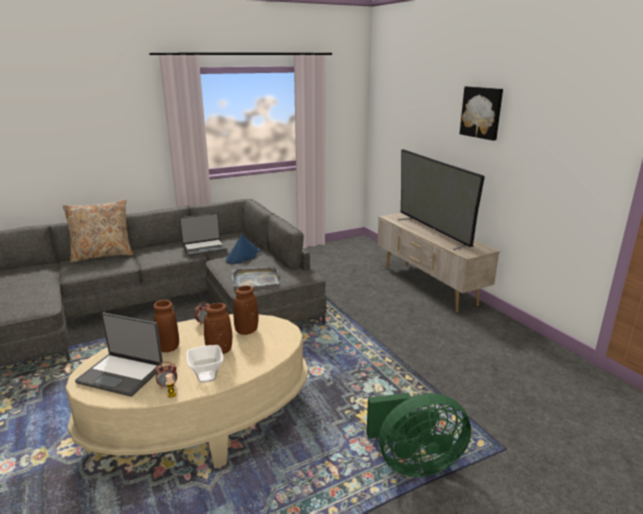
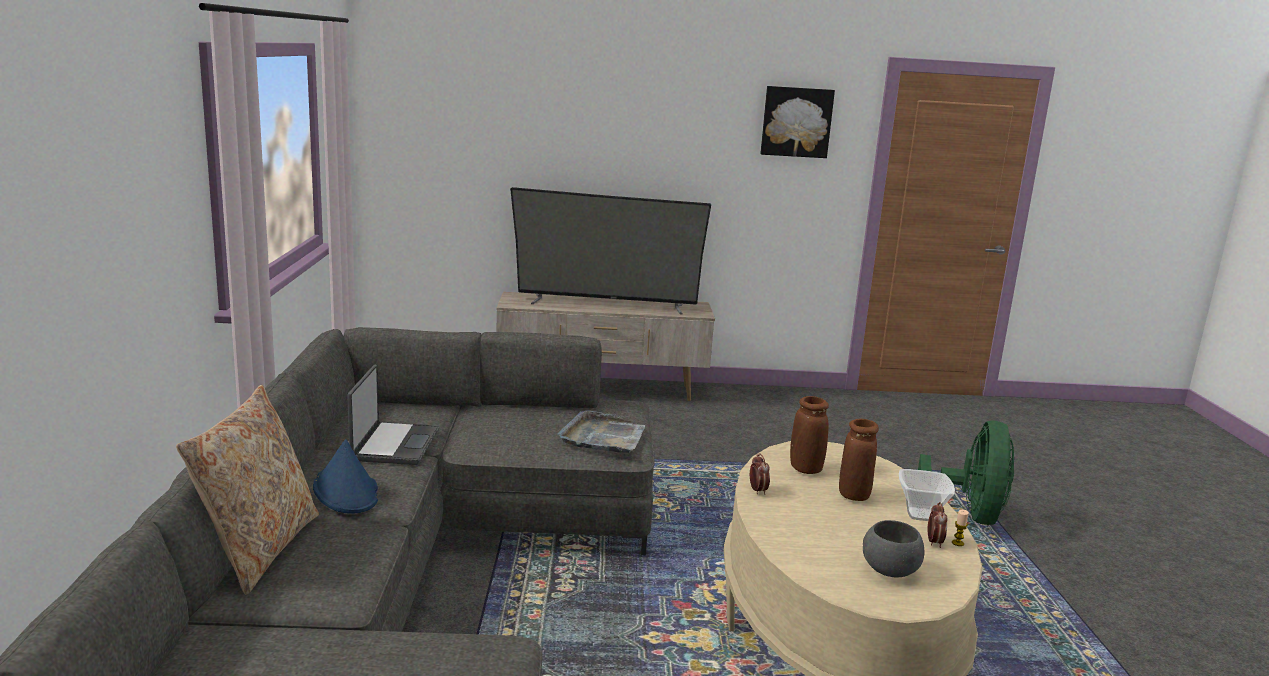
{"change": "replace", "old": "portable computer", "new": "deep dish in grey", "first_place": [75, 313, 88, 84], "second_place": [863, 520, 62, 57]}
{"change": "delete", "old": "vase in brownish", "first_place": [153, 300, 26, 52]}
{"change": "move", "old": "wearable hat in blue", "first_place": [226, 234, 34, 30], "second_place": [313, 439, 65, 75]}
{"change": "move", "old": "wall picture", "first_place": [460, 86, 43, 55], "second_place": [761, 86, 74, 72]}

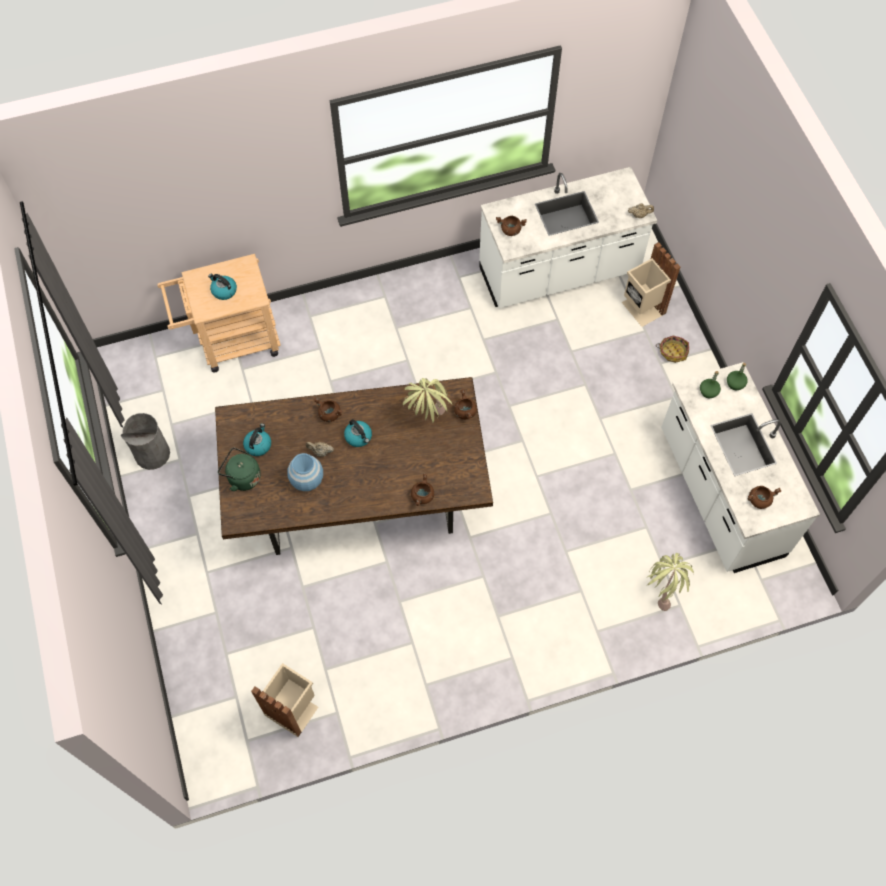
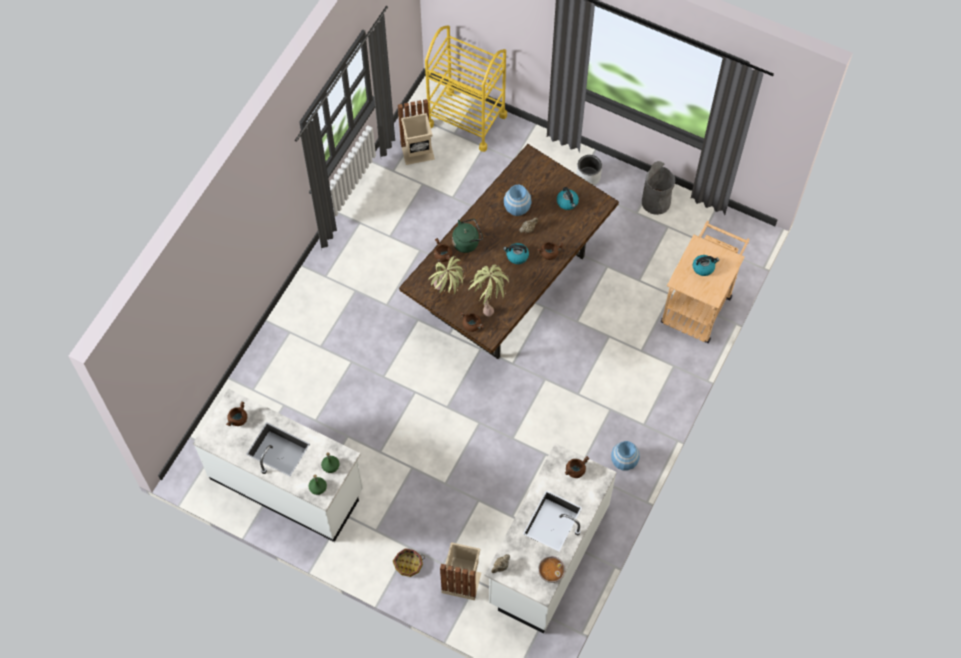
{"change": "move", "old": "tea kettle in green-coloured", "first_place": [218, 448, 43, 43], "second_place": [452, 219, 31, 34]}
{"change": "move", "old": "plant in a pot", "first_place": [646, 553, 48, 58], "second_place": [429, 256, 35, 38]}
{"change": "insert", "new": "wheeled cart in yellowish", "second_place": [425, 25, 82, 127]}
{"change": "insert", "new": "deep dish", "second_place": [538, 556, 28, 27]}
{"change": "insert", "new": "flower pot in grey", "second_place": [576, 155, 26, 30]}
{"change": "insert", "new": "vase in blue", "second_place": [611, 441, 29, 29]}

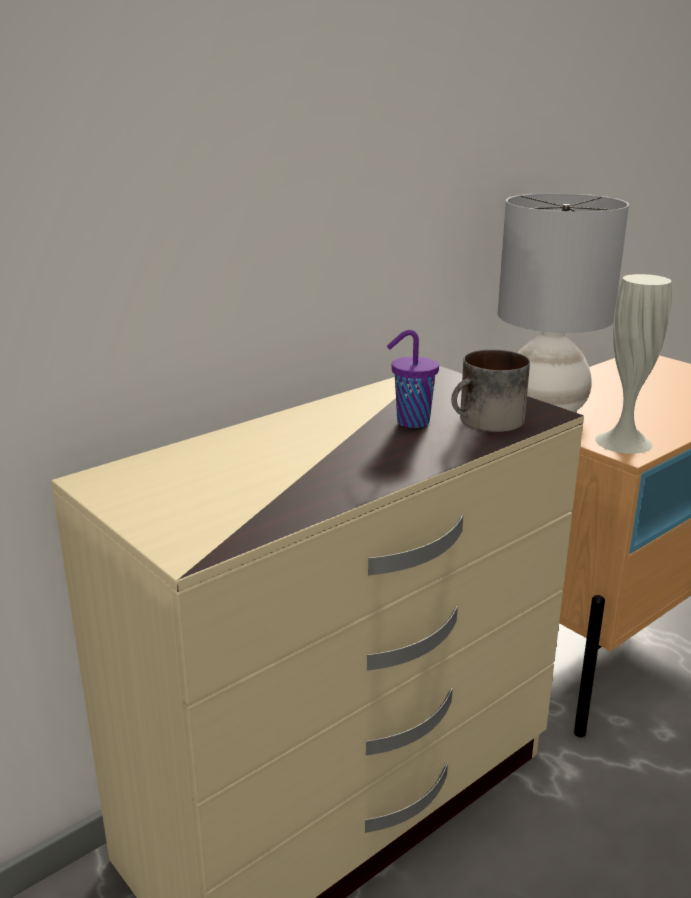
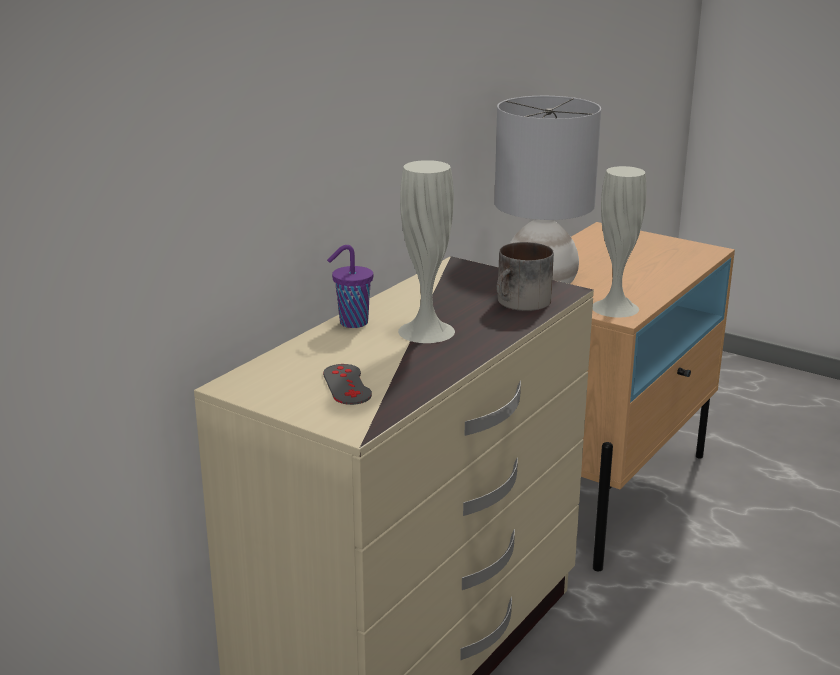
{"change": "move", "old": "cup in purplish", "first_place": [387, 330, 52, 98], "second_place": [327, 245, 46, 83]}
{"change": "insert", "new": "game controller in grey", "second_place": [323, 364, 49, 41]}
{"change": "insert", "new": "vase in white", "second_place": [398, 160, 57, 183]}

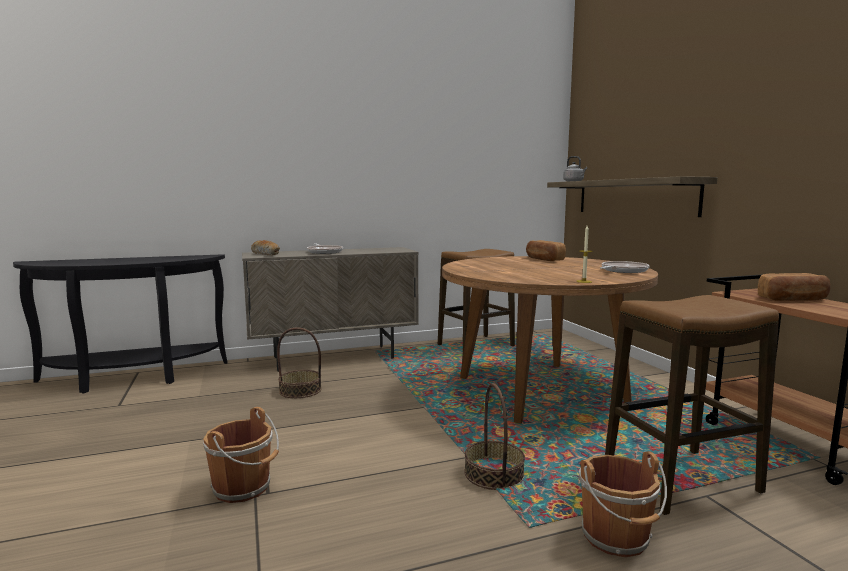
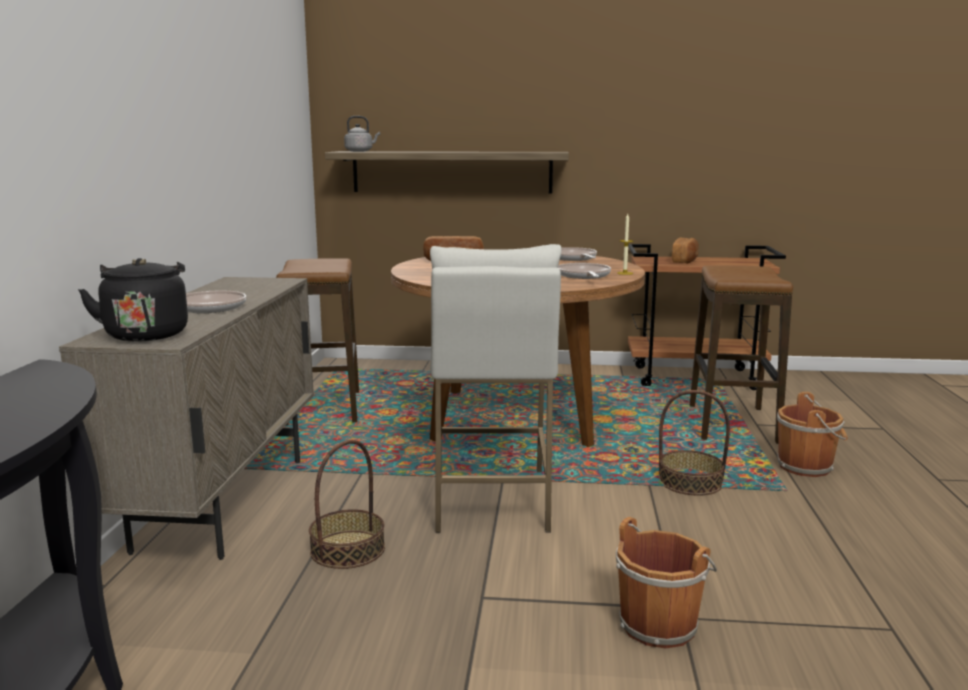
{"change": "replace", "old": "bakery bread", "new": "tea kettle in black-coloured", "first_place": [251, 240, 29, 15], "second_place": [78, 258, 110, 84]}
{"change": "insert", "new": "sitting stool in white", "second_place": [430, 244, 132, 289]}
{"change": "insert", "new": "frying pan", "second_place": [558, 263, 53, 16]}

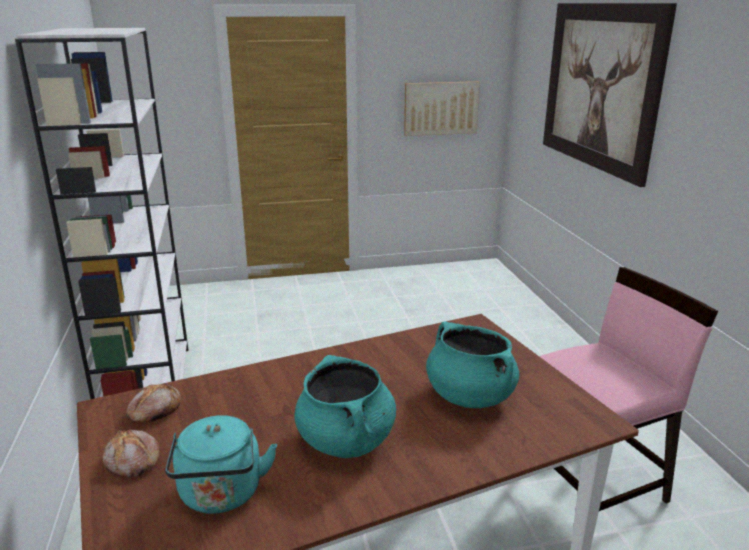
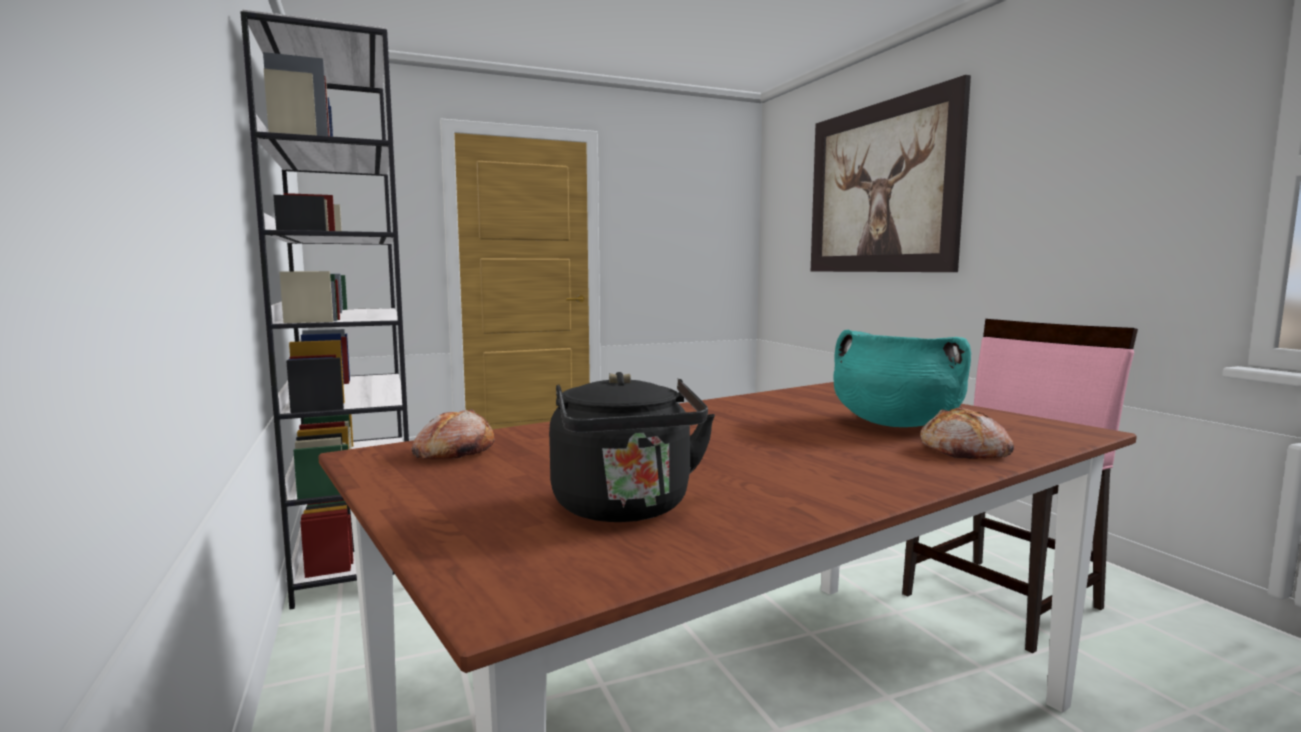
{"change": "move", "old": "bakery bread", "first_place": [102, 430, 58, 47], "second_place": [920, 407, 94, 52]}
{"change": "recolor", "old": "tea kettle in turquoise", "new": "tea kettle in black-coloured", "first_place": [165, 415, 112, 99], "second_place": [549, 372, 166, 150]}
{"change": "delete", "old": "saucepot in turquoise", "first_place": [294, 355, 102, 103]}
{"change": "delete", "old": "wall picture", "first_place": [404, 81, 76, 55]}

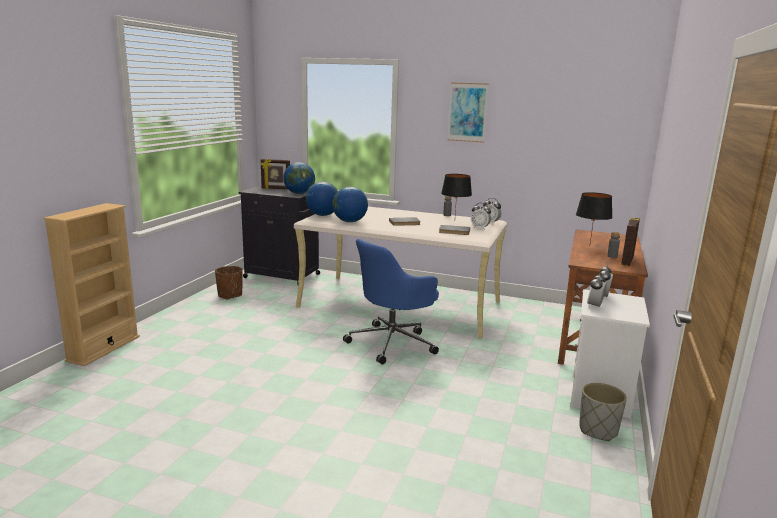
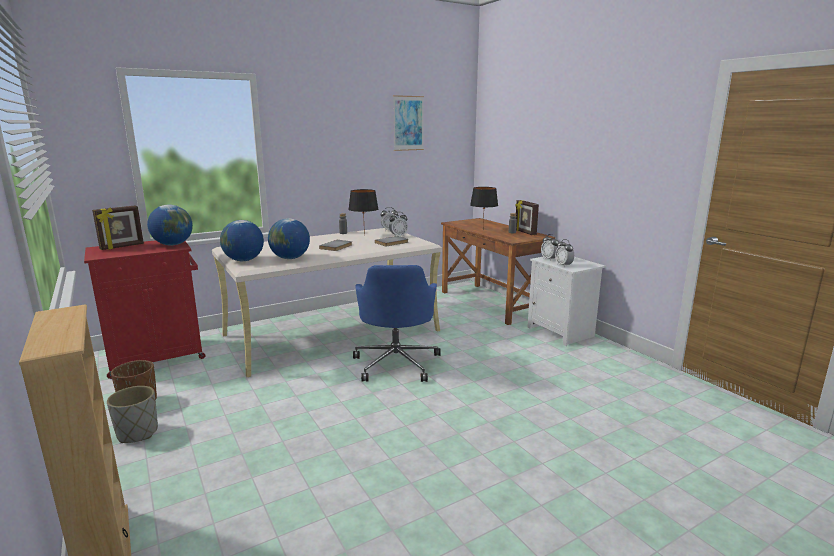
{"change": "recolor", "old": "storage cabinet in black-coloured", "new": "storage cabinet in red", "first_place": [239, 186, 81, 99], "second_place": [84, 240, 121, 139]}
{"change": "move", "old": "wall picture", "first_place": [448, 82, 40, 61], "second_place": [393, 95, 31, 56]}
{"change": "move", "old": "flower pot in grey", "first_place": [579, 383, 48, 58], "second_place": [107, 386, 51, 57]}

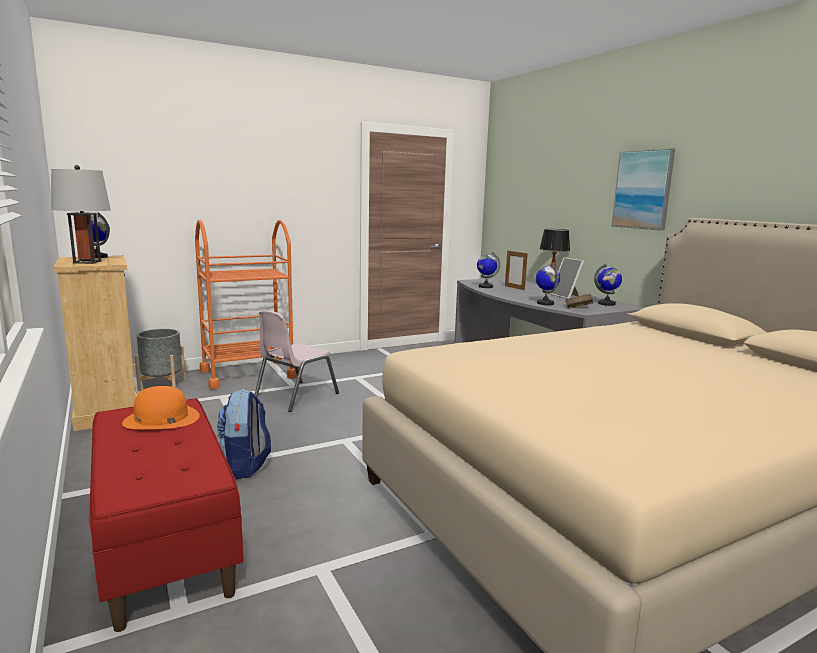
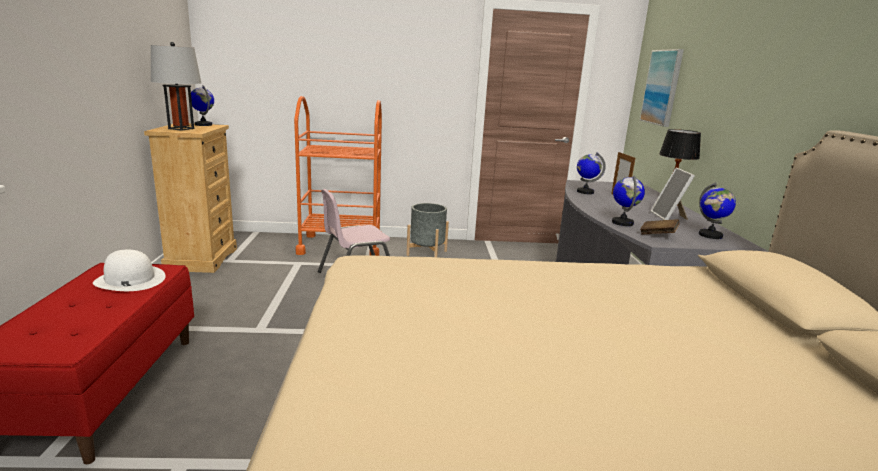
{"change": "recolor", "old": "wearable hat in orange-coloured", "new": "wearable hat in white", "first_place": [122, 386, 78, 43], "second_place": [93, 249, 73, 42]}
{"change": "move", "old": "flower pot in grey", "first_place": [135, 329, 51, 62], "second_place": [406, 203, 43, 54]}
{"change": "delete", "old": "knapsack", "first_place": [217, 389, 54, 90]}
{"change": "move", "old": "wall picture", "first_place": [612, 148, 63, 83], "second_place": [640, 49, 44, 78]}

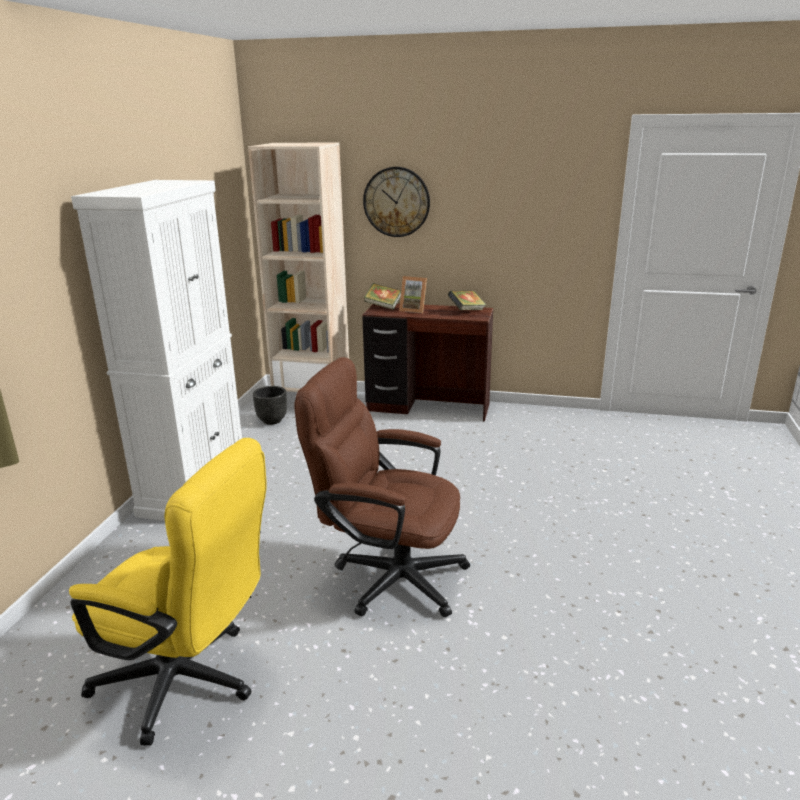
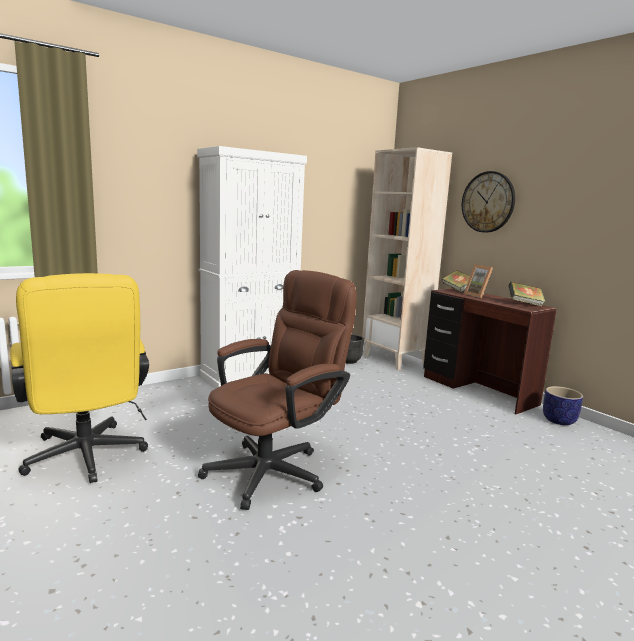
{"change": "rotate", "old": "office chair in brownish", "first_place": [294, 357, 176, 260], "second_place": [198, 270, 159, 240], "degrees": 75}
{"change": "insert", "new": "flower pot", "second_place": [543, 386, 40, 39]}

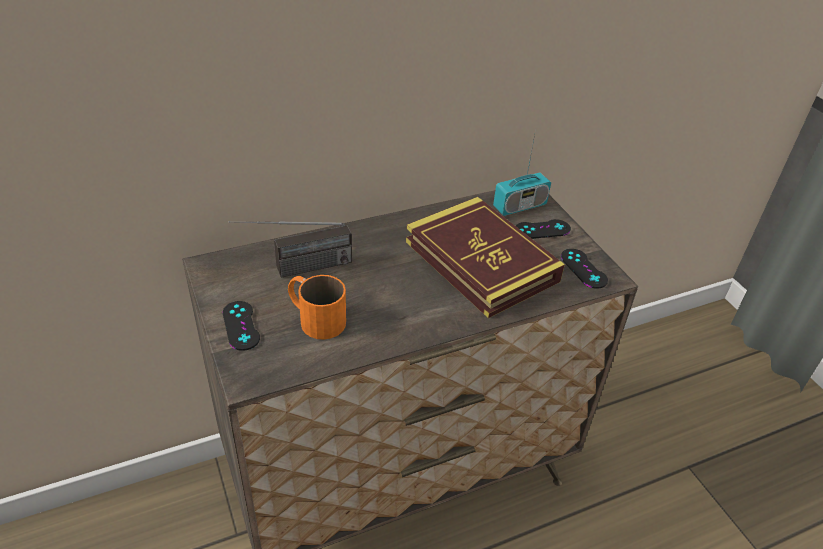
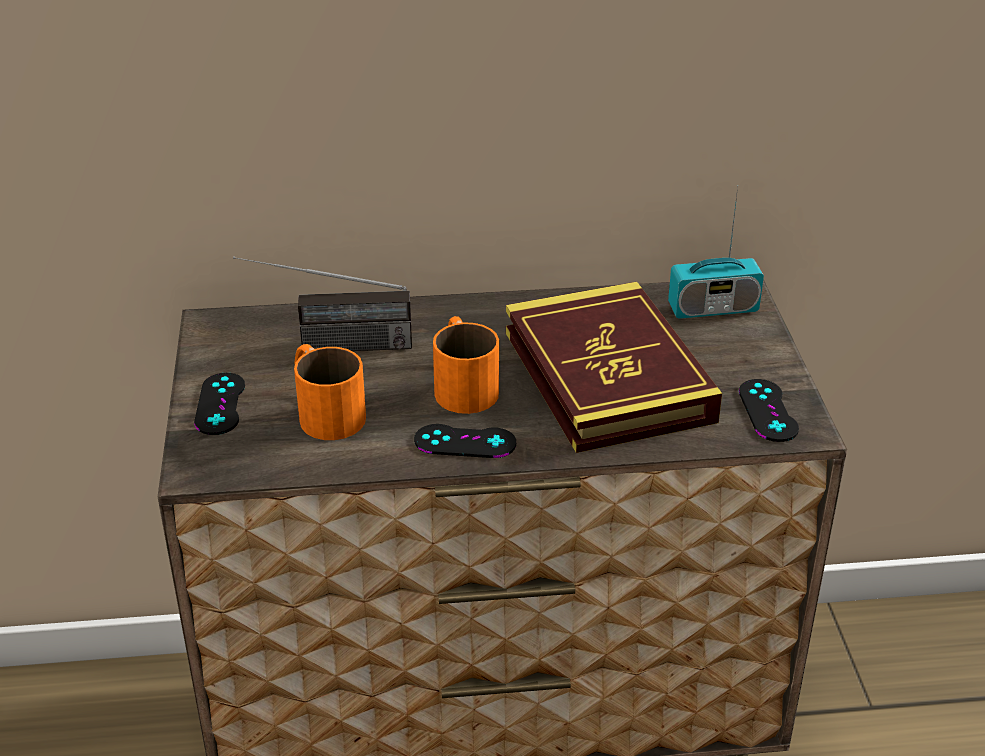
{"change": "move", "old": "game controller in black-coloured", "first_place": [516, 219, 55, 20], "second_place": [414, 424, 102, 34]}
{"change": "insert", "new": "mug in orange-coloured", "second_place": [433, 316, 66, 98]}

